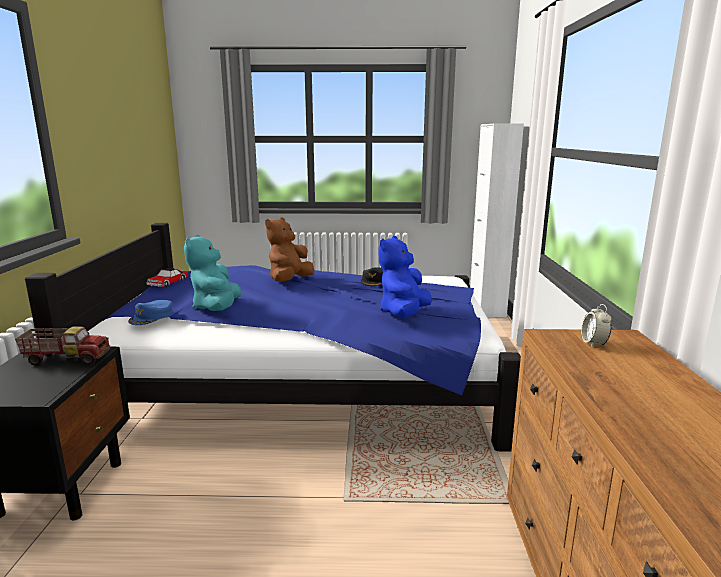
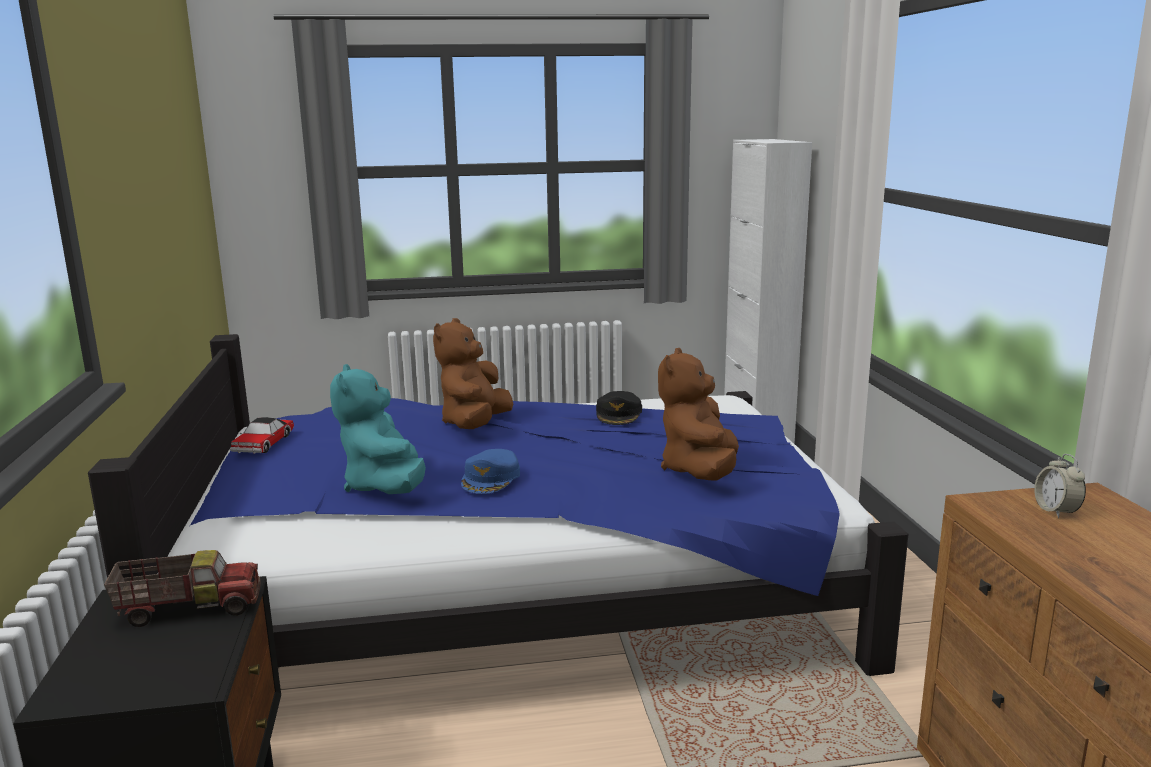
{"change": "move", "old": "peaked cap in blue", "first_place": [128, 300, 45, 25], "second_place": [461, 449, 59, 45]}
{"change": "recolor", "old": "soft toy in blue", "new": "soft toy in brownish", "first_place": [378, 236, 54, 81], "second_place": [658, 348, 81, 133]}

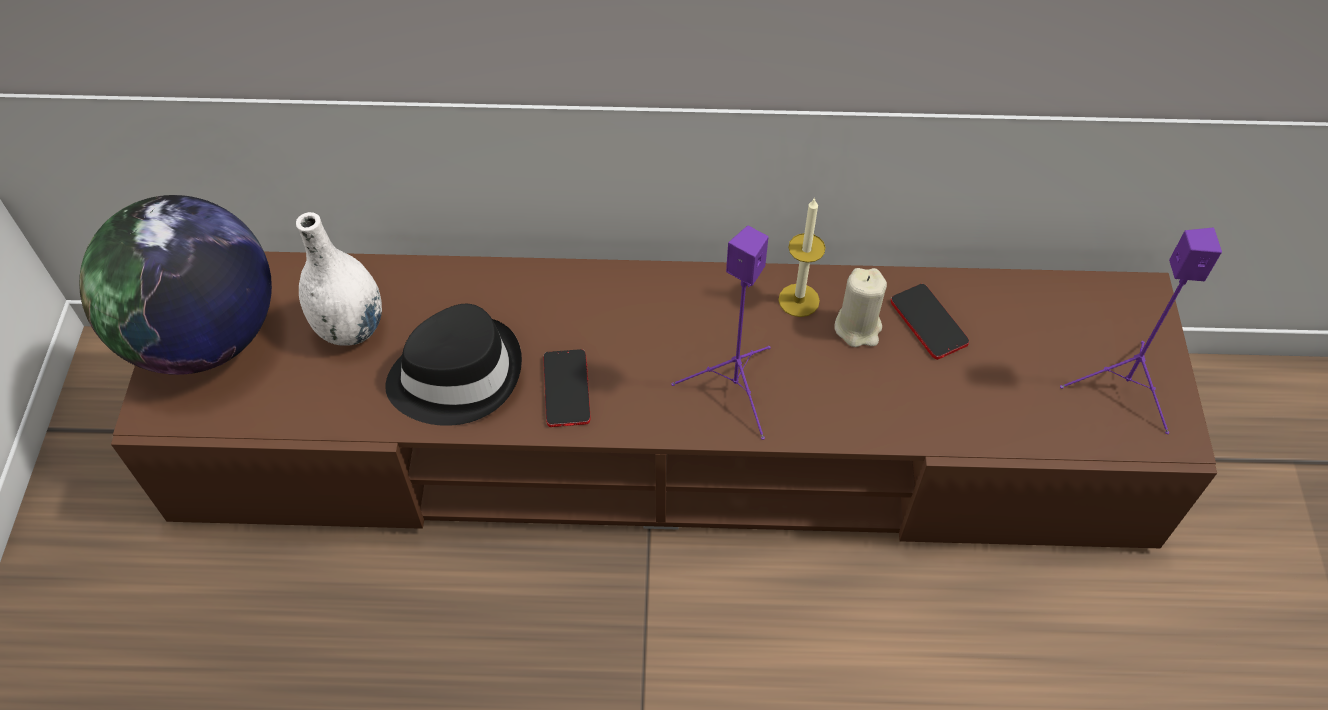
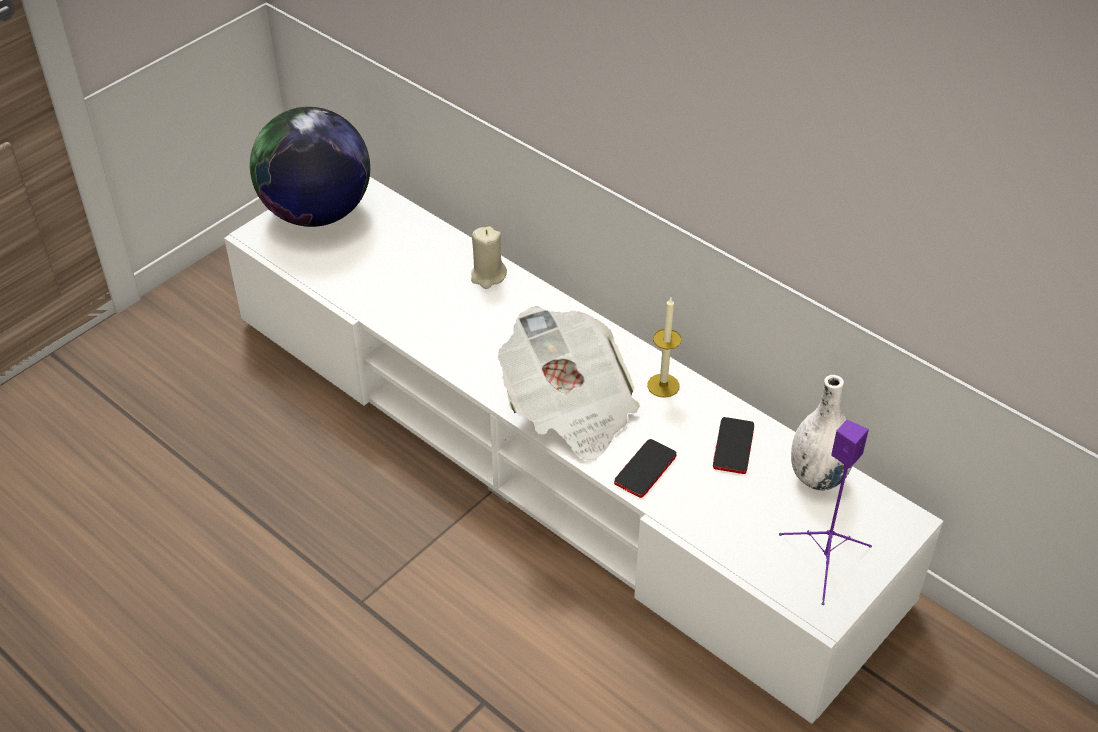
{"change": "recolor", "old": "tv stand in brownish", "new": "tv stand in white", "first_place": [111, 252, 1106, 296], "second_place": [224, 177, 719, 547]}
{"change": "move", "old": "vase in white", "first_place": [296, 212, 86, 133], "second_place": [791, 375, 61, 116]}
{"change": "delete", "old": "wearable hat in black-coloured", "first_place": [385, 304, 137, 122]}
{"change": "move", "old": "telephone", "first_place": [543, 349, 48, 78], "second_place": [614, 439, 63, 59]}
{"change": "replace", "old": "loudspeaker in purplish", "new": "daily paper", "first_place": [671, 226, 100, 214], "second_place": [498, 306, 142, 154]}
{"change": "move", "old": "candle in beige-coloured", "first_place": [834, 268, 53, 79], "second_place": [471, 226, 36, 63]}

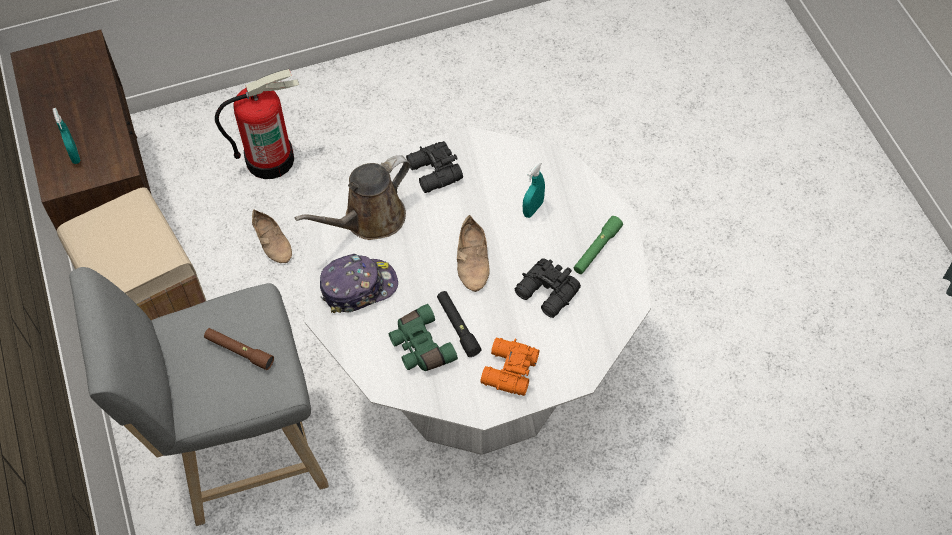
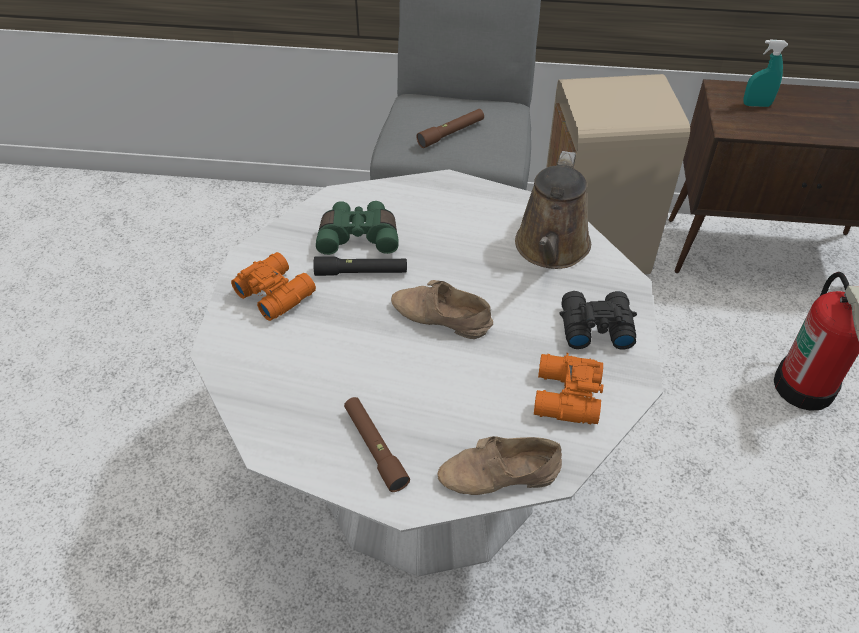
{"change": "move", "old": "shoe in beige-coloured", "first_place": [252, 210, 40, 53], "second_place": [438, 436, 124, 59]}
{"change": "rotate", "old": "watering pot in brownish", "first_place": [295, 155, 115, 85], "second_place": [515, 151, 76, 118], "degrees": -150}
{"change": "delete", "old": "peaked cap", "first_place": [320, 254, 78, 59]}
{"change": "delete", "old": "pair of binoculars in black-coloured", "first_place": [515, 258, 66, 60]}
{"change": "delete", "old": "spray bottle in turquoise", "first_place": [523, 161, 22, 57]}
{"change": "recolor", "old": "flashlight in green-coloured", "new": "flashlight in brownish", "first_place": [574, 216, 49, 58], "second_place": [344, 397, 66, 95]}
{"change": "insert", "new": "pair of binoculars in orange-coloured", "second_place": [534, 353, 69, 71]}

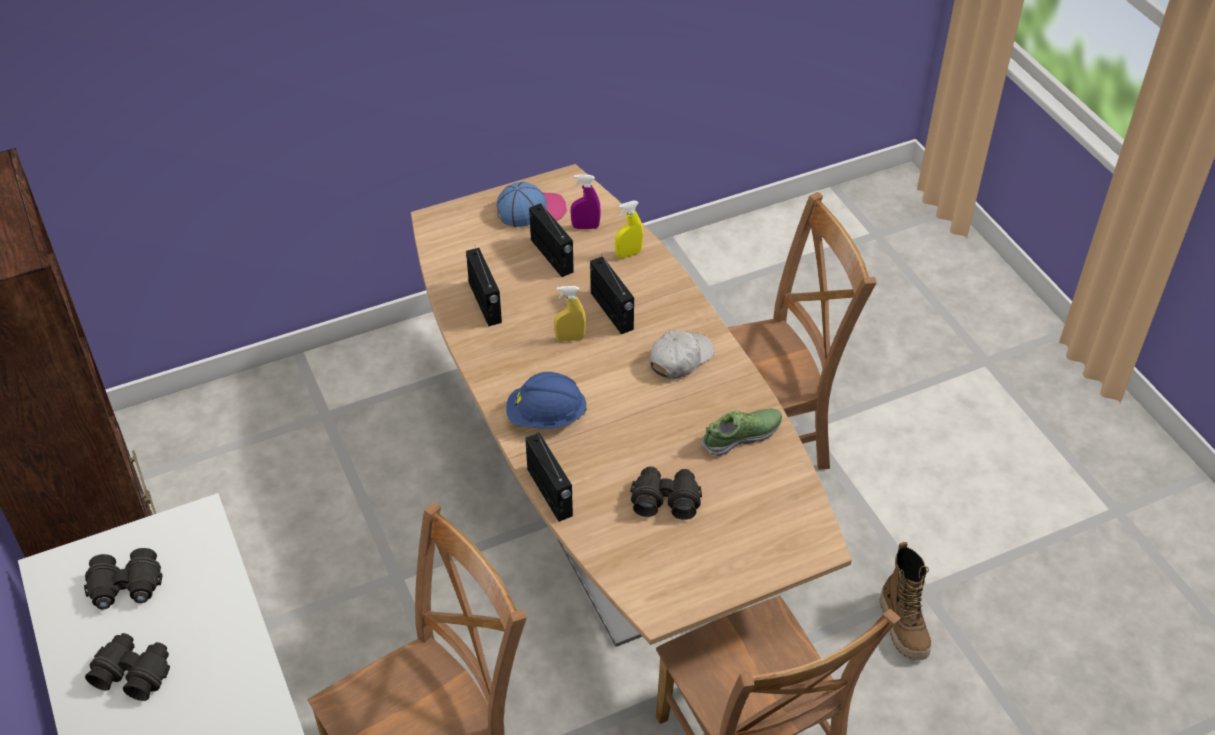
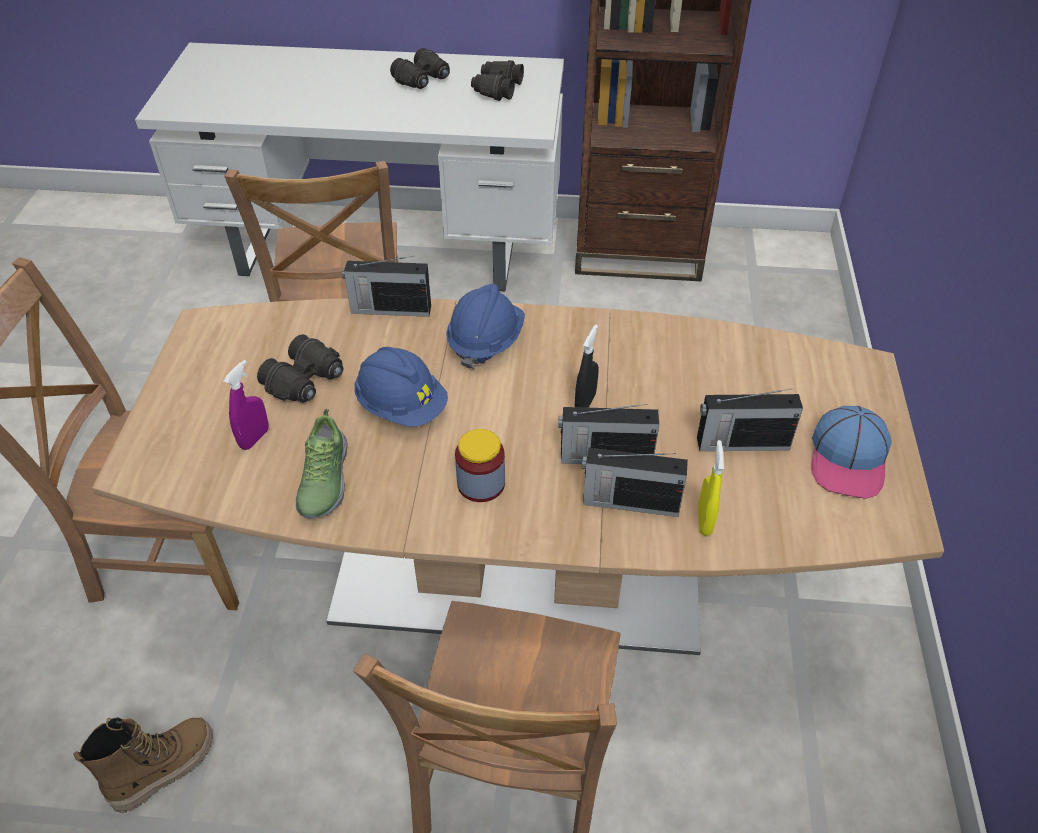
{"change": "move", "old": "radio", "first_place": [466, 246, 36, 80], "second_place": [582, 448, 106, 69]}
{"change": "recolor", "old": "spray bottle in yellowish", "new": "spray bottle in black-coloured", "first_place": [554, 286, 32, 55], "second_place": [575, 324, 24, 84]}
{"change": "move", "old": "spray bottle in purplish", "first_place": [570, 175, 31, 54], "second_place": [223, 360, 45, 90]}
{"change": "replace", "old": "peaked cap in white", "new": "storage jar", "first_place": [650, 330, 64, 49], "second_place": [455, 429, 50, 73]}
{"change": "rotate", "old": "boot", "first_place": [880, 542, 51, 119], "second_place": [74, 717, 139, 96], "degrees": 120}
{"change": "insert", "new": "work helmet in blue", "second_place": [354, 347, 94, 80]}

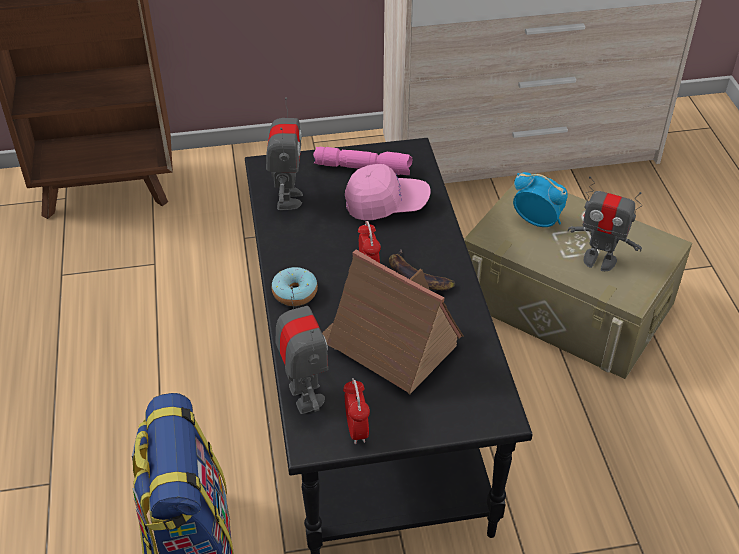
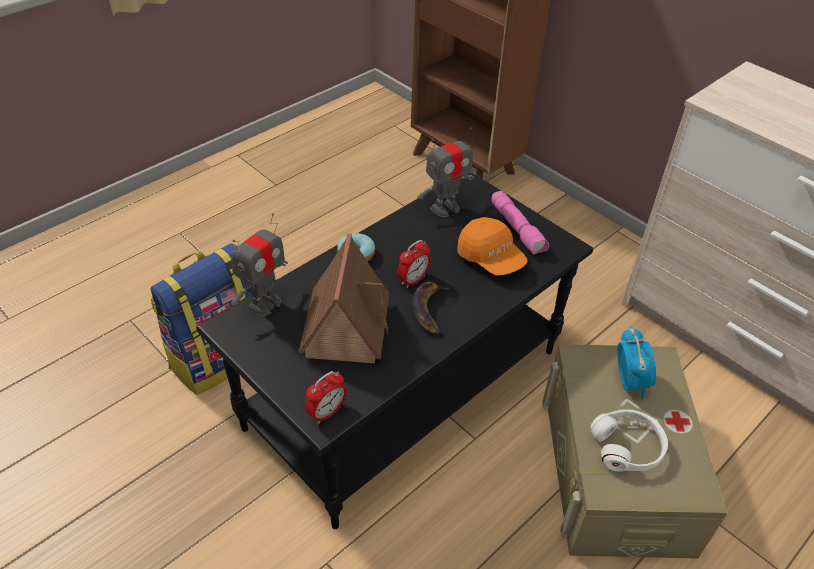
{"change": "move", "old": "alarm clock", "first_place": [343, 378, 27, 66], "second_place": [305, 371, 42, 53]}
{"change": "recolor", "old": "peaked cap in pink-coloured", "new": "peaked cap in orange-coloured", "first_place": [345, 164, 86, 56], "second_place": [457, 217, 71, 59]}
{"change": "replace", "old": "toy robot", "new": "headset in white", "first_place": [568, 176, 75, 95], "second_place": [590, 409, 78, 63]}

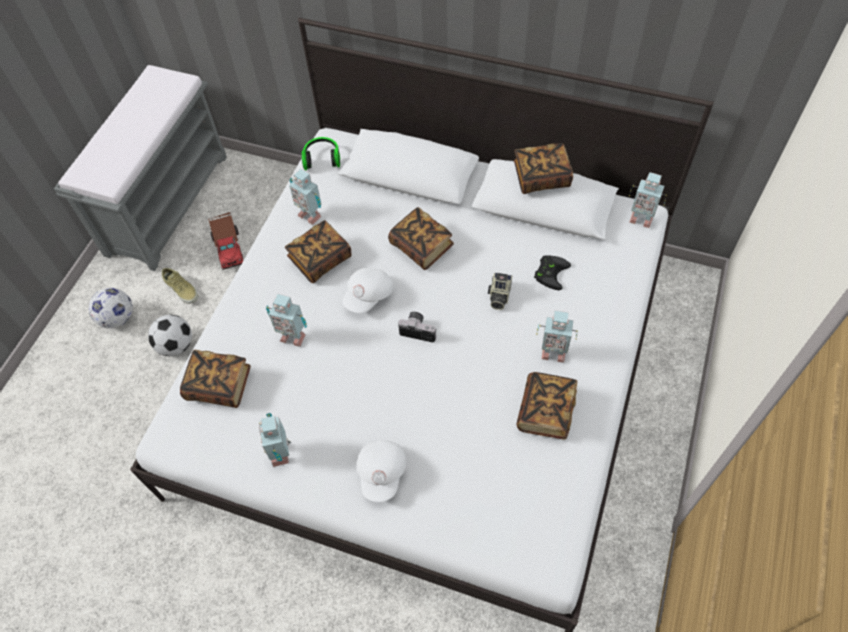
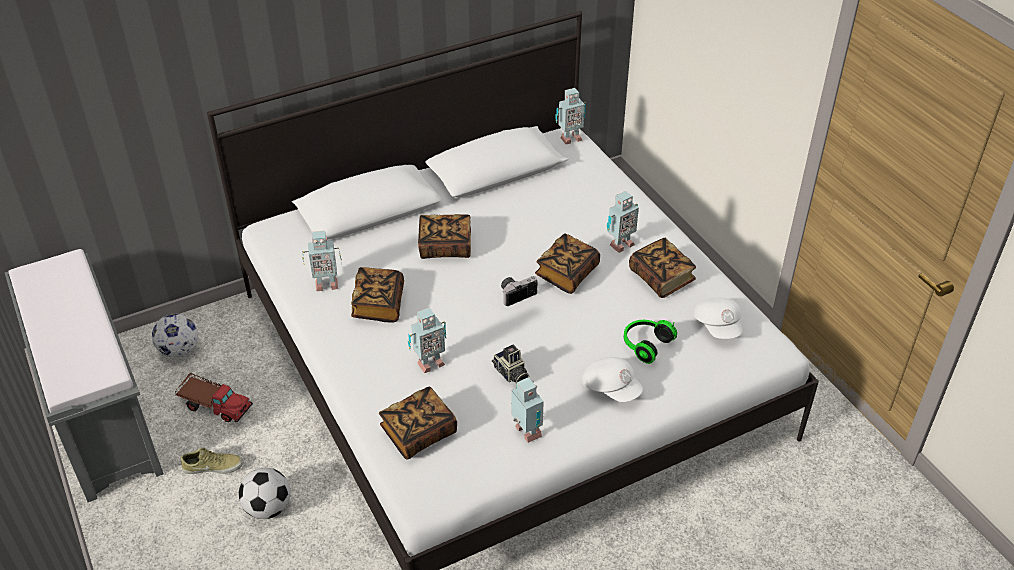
{"change": "move", "old": "football ball", "first_place": [89, 288, 44, 40], "second_place": [152, 313, 46, 45]}
{"change": "rotate", "old": "toy robot", "first_place": [259, 413, 32, 54], "second_place": [511, 377, 33, 66], "degrees": -150}
{"change": "move", "old": "headset", "first_place": [302, 137, 38, 33], "second_place": [624, 320, 53, 44]}
{"change": "move", "old": "peaked cap in white", "first_place": [343, 268, 51, 45], "second_place": [693, 298, 50, 41]}
{"change": "move", "old": "photo camera", "first_place": [488, 273, 24, 37], "second_place": [492, 345, 37, 38]}
{"change": "move", "old": "book", "first_place": [514, 143, 59, 51], "second_place": [535, 234, 65, 60]}
{"change": "delete", "old": "game controller in black-coloured", "first_place": [534, 256, 37, 34]}

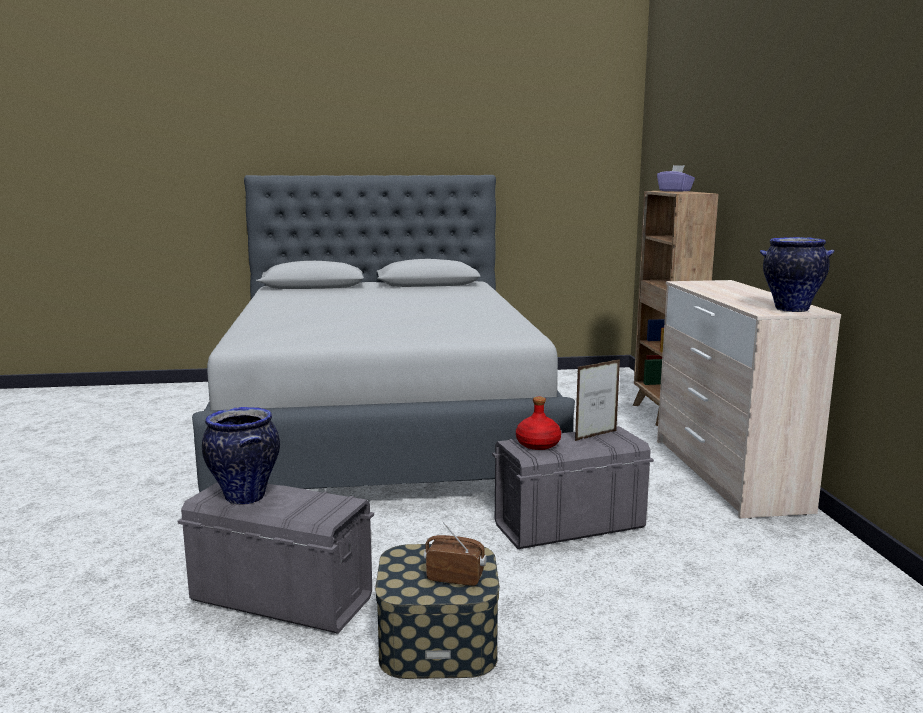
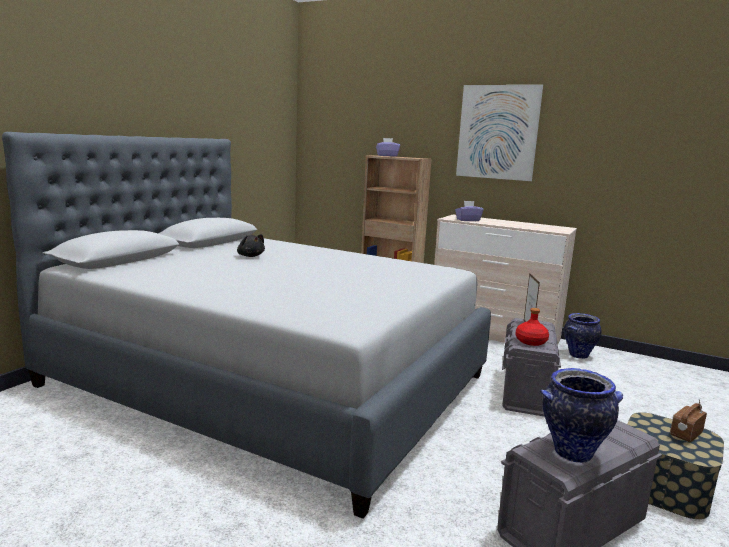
{"change": "move", "old": "vase", "first_place": [760, 237, 74, 75], "second_place": [564, 313, 38, 46]}
{"change": "insert", "new": "soft toy in black-coloured", "second_place": [237, 234, 28, 23]}
{"change": "insert", "new": "box of tissues in purplish", "second_place": [455, 201, 29, 20]}
{"change": "insert", "new": "wall picture", "second_place": [456, 85, 87, 96]}

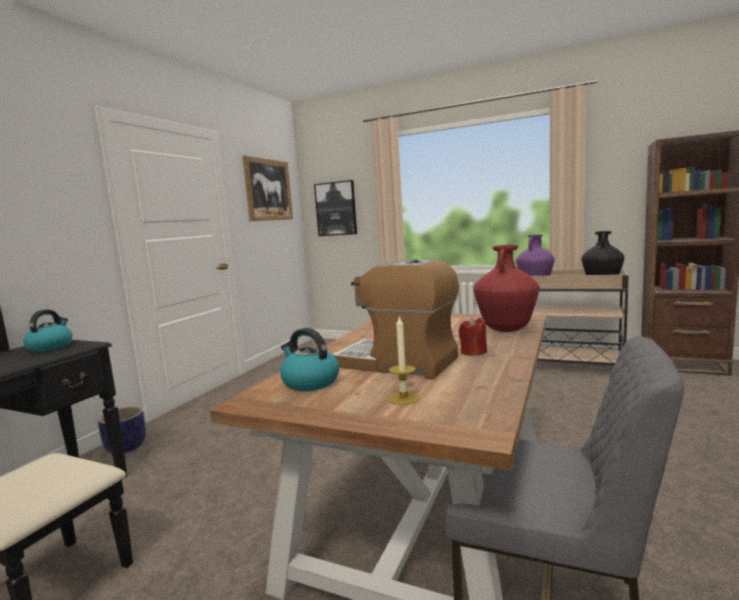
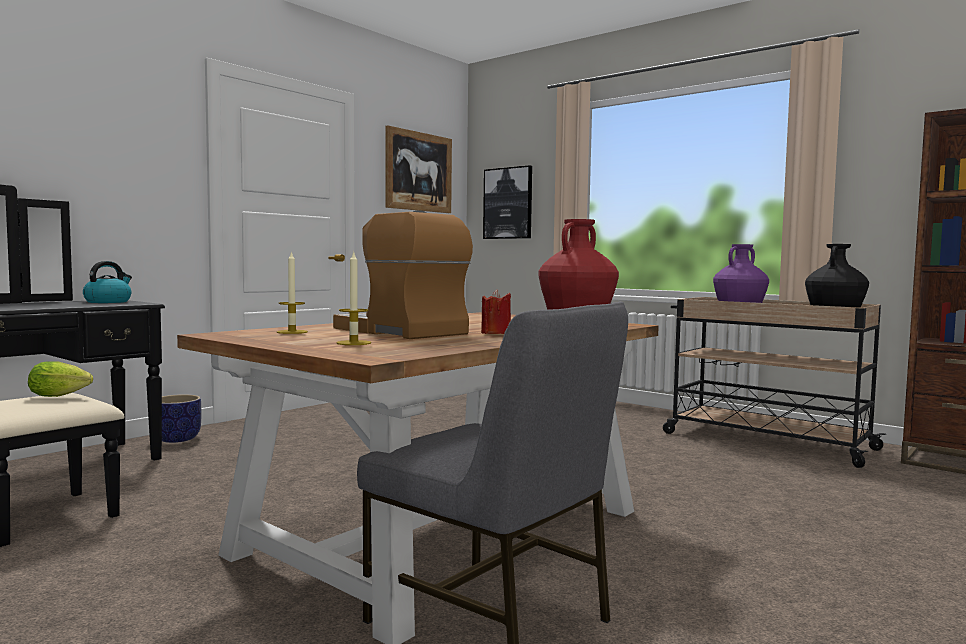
{"change": "replace", "old": "tea kettle", "new": "candle", "first_place": [280, 328, 59, 63], "second_place": [277, 251, 31, 83]}
{"change": "insert", "new": "head of lettuce", "second_place": [28, 361, 65, 36]}

